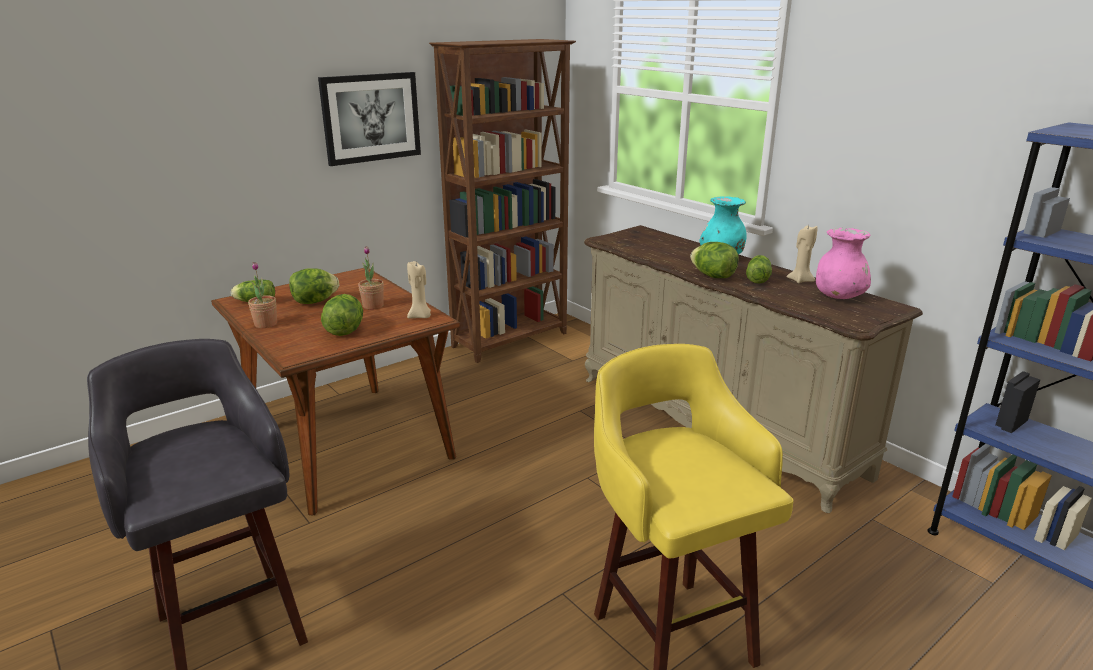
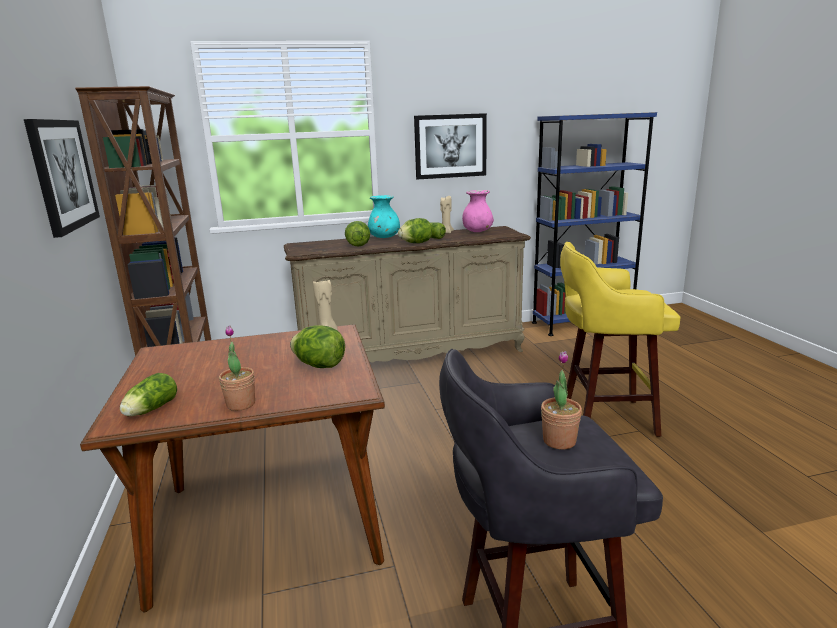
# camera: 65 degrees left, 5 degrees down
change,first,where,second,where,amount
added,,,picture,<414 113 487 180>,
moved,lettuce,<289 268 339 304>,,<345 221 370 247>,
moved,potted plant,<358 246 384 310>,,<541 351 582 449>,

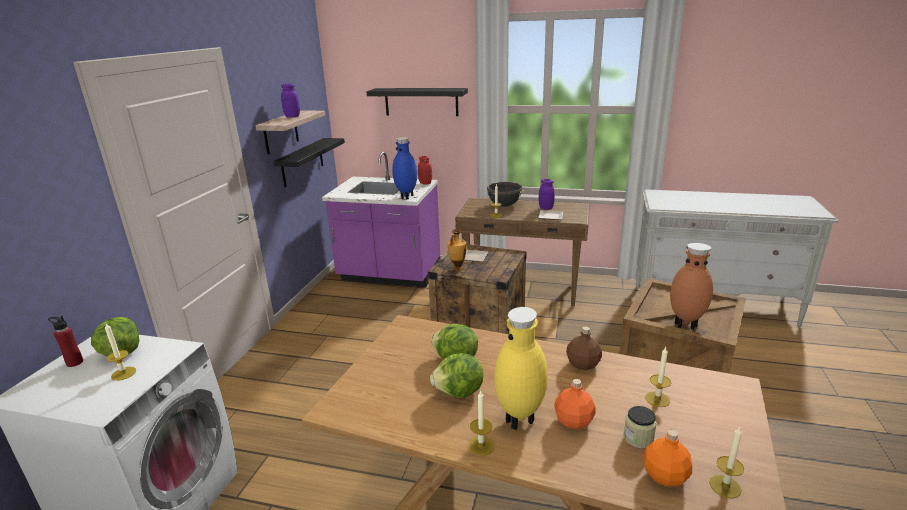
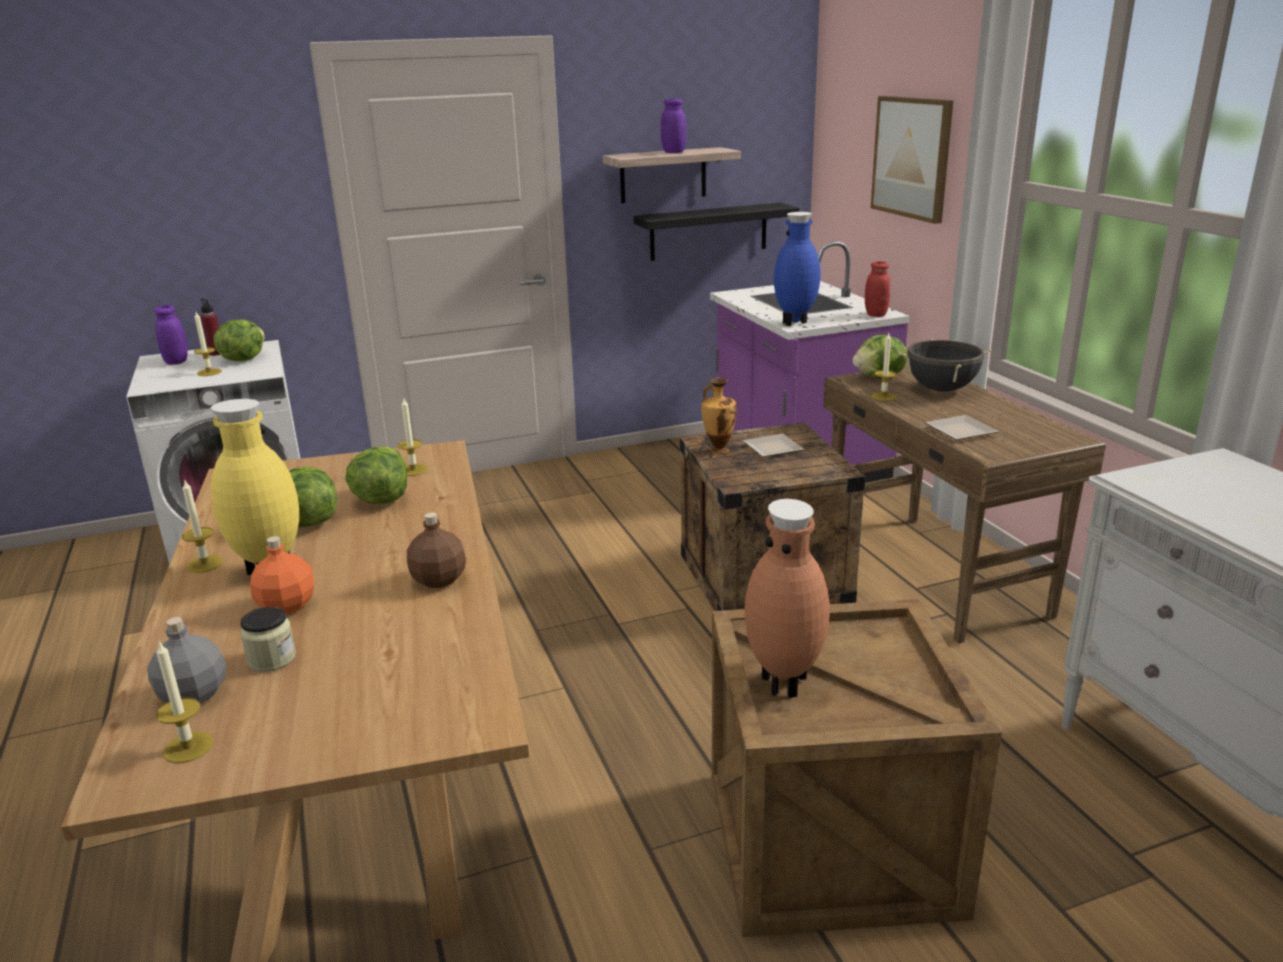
# camera: 55 degrees right, 0 degrees up
change,first,where,second,where,amount
added,,,lettuce,<853 335 907 378>,
moved,jar in purple,<539 179 555 210>,,<154 305 188 365>,
moved,candle,<645 347 671 407>,,<397 398 428 476>,
replaced,shelf in black,<367 88 468 116>,picture,<871 96 953 224>,
recoloured,bottle in orange,<644 430 692 487>,bottle in grey,<147 617 226 704>,

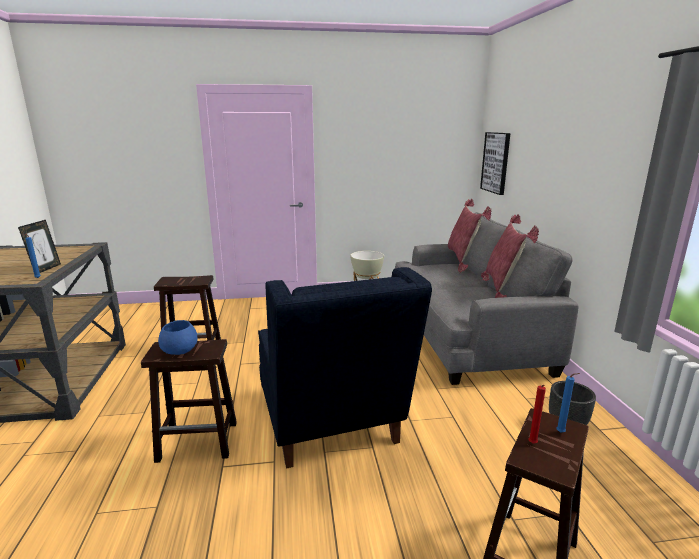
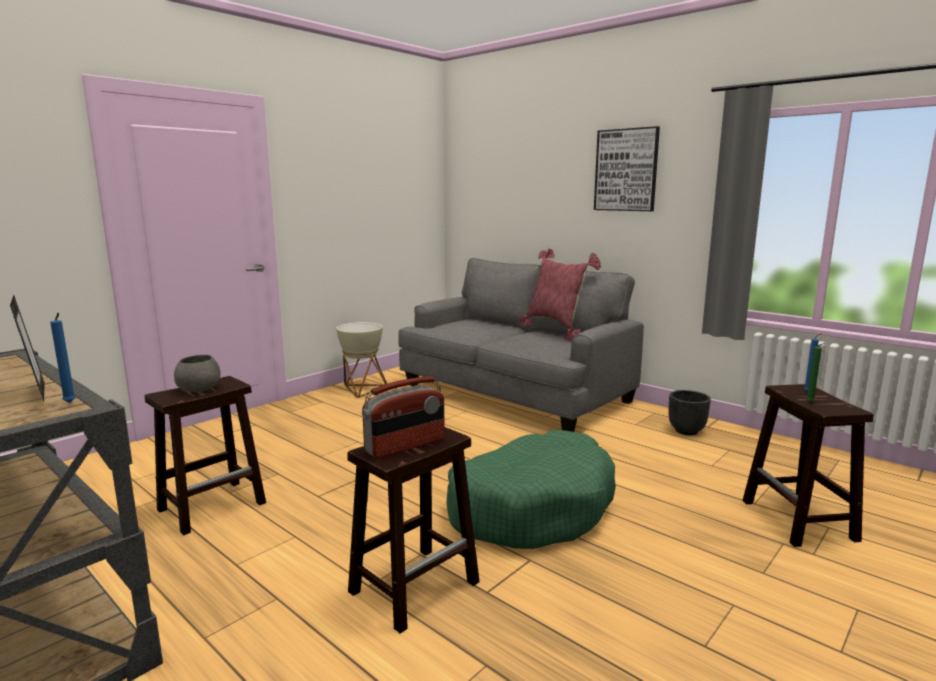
# camera: 40 degrees left, 5 degrees down
change,first,where,second,where,amount
removed,pillow in red,<448 199 491 273>,,,
added,,,bowl in grey,<174 355 221 392>,
moved,picture,<480 132 510 195>,,<594 126 660 211>,
replaced,bowl in blue,<158 320 197 355>,radio,<362 376 445 458>,
replaced,armchair in blue,<258 267 432 468>,dog bed in green,<446 430 616 549>,
recoloured,candle in red,<528 385 546 444>,candle in green,<806 343 825 402>,

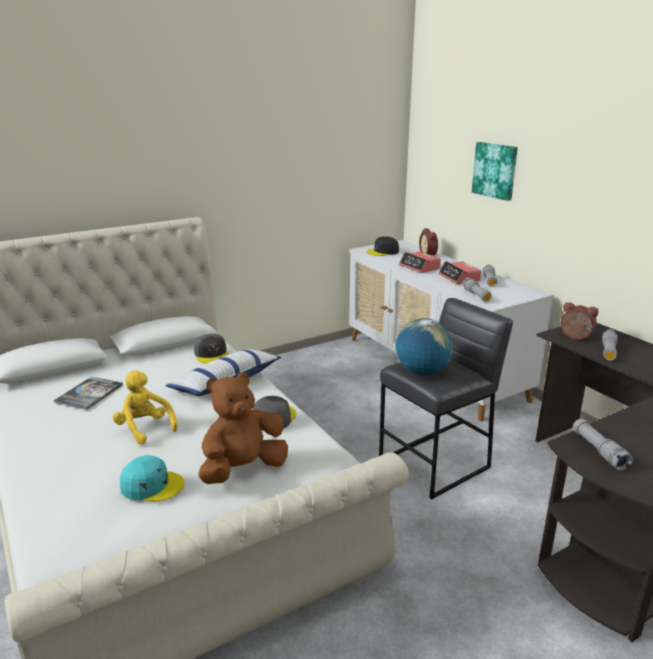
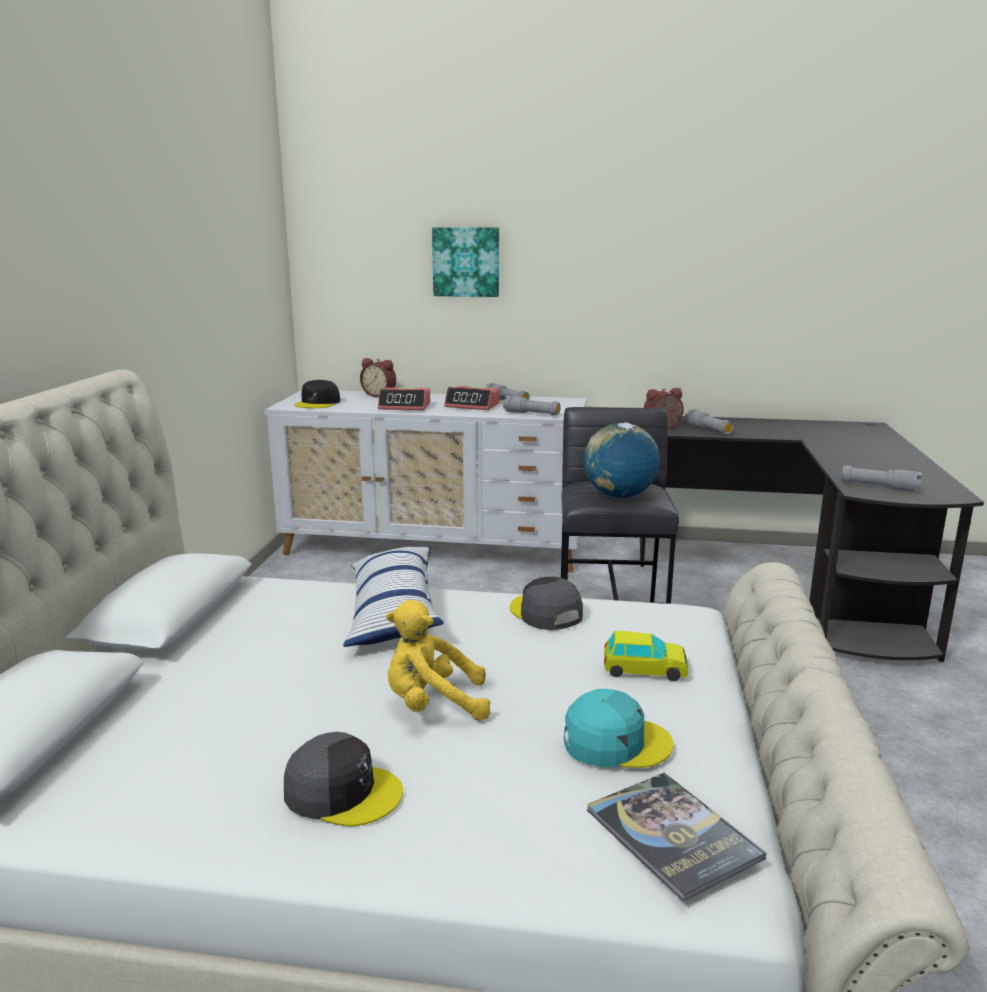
# camera: 50 degrees left, 5 degrees down
change,first,where,second,where,amount
moved,book,<54 377 123 410>,,<587 773 767 901>,
moved,cap in grey,<194 334 229 364>,,<284 732 403 826>,
replaced,plush toy in brown,<198 373 288 484>,toy car,<604 631 688 681>,
turned,cap in turquoise,<120 455 184 502>,,<564 689 674 768>,45 degrees clockwise

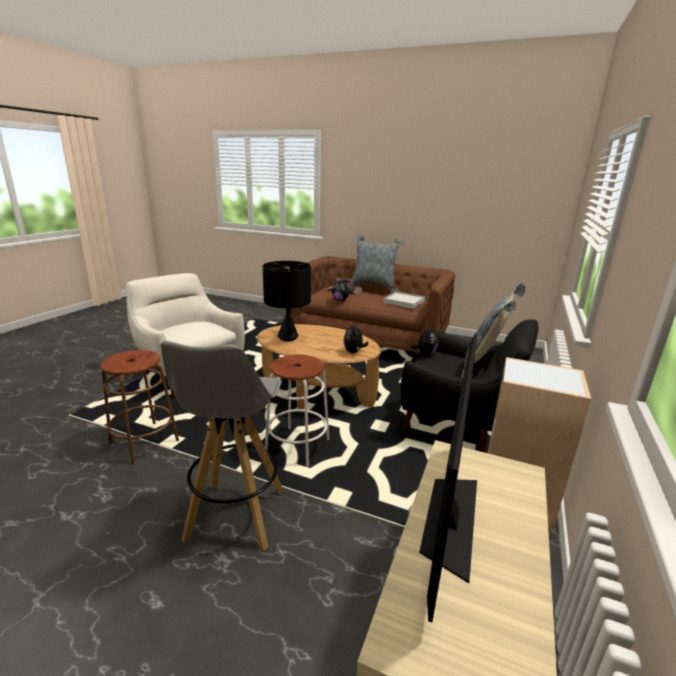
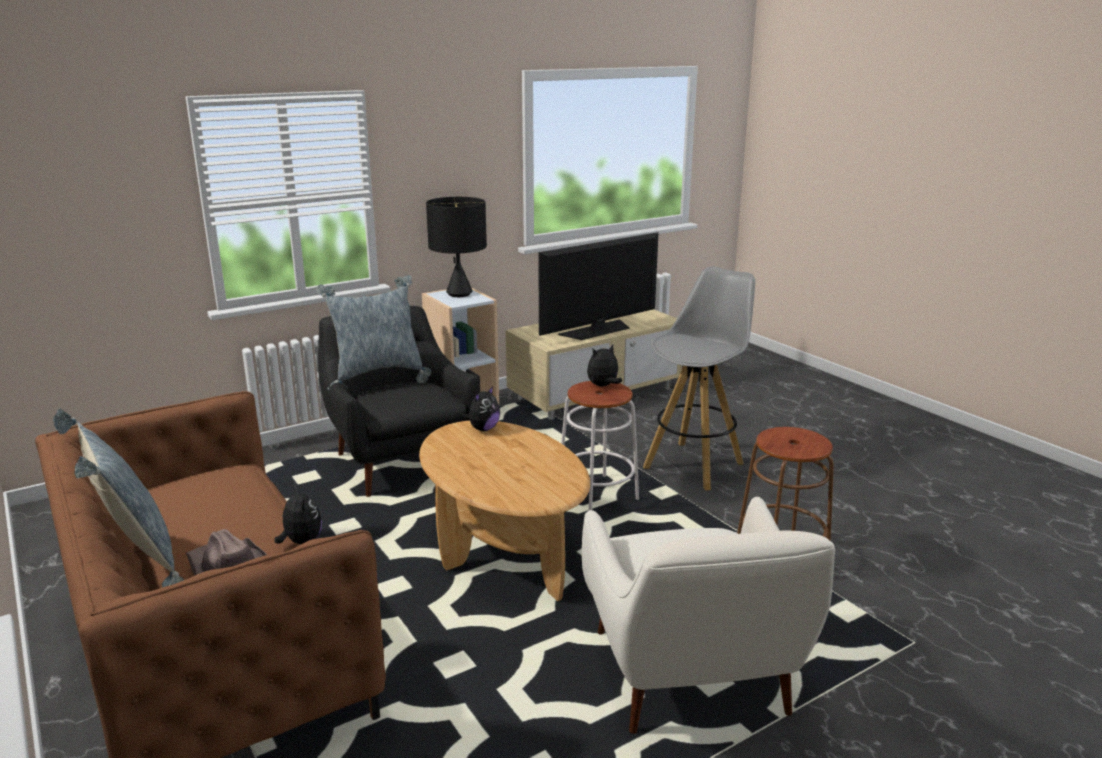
# camera: 145 degrees left, 0 degrees up
change,first,where,second,where,amount
removed,tray in white,<383 291 425 309>,,,
moved,table lamp in black,<263 261 311 341>,,<426 197 487 297>,
moved,plush toy,<411 327 438 356>,,<587 345 622 386>,

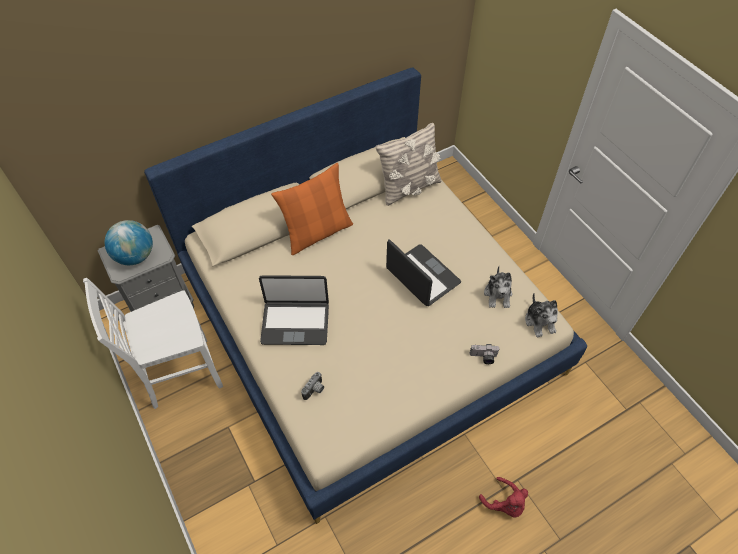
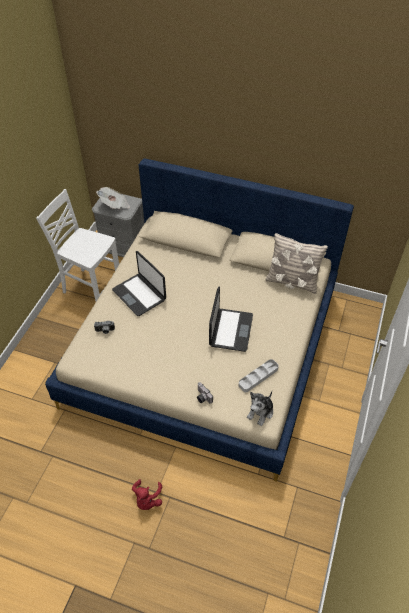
# camera: 50 degrees right, 5 degrees down
change,first,where,second,where,amount
removed,pillow in orange,<271 163 353 255>,,,
replaced,globe,<105 220 153 265>,newspaper,<96 187 130 209>,
replaced,plush toy,<484 266 512 308>,tray in grey,<239 359 279 392>,

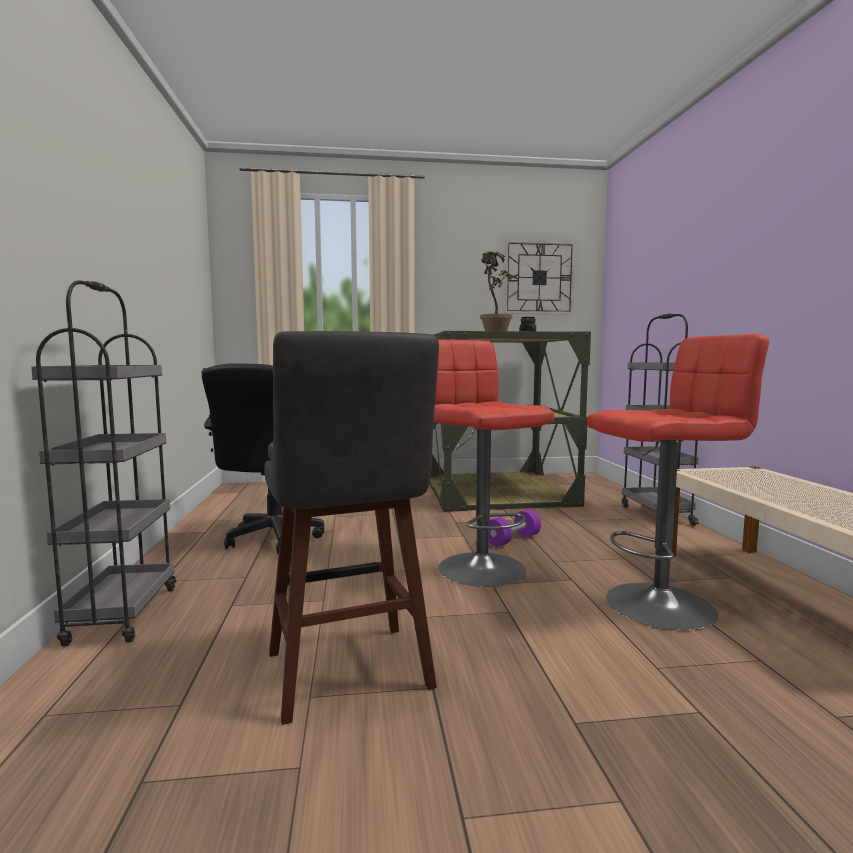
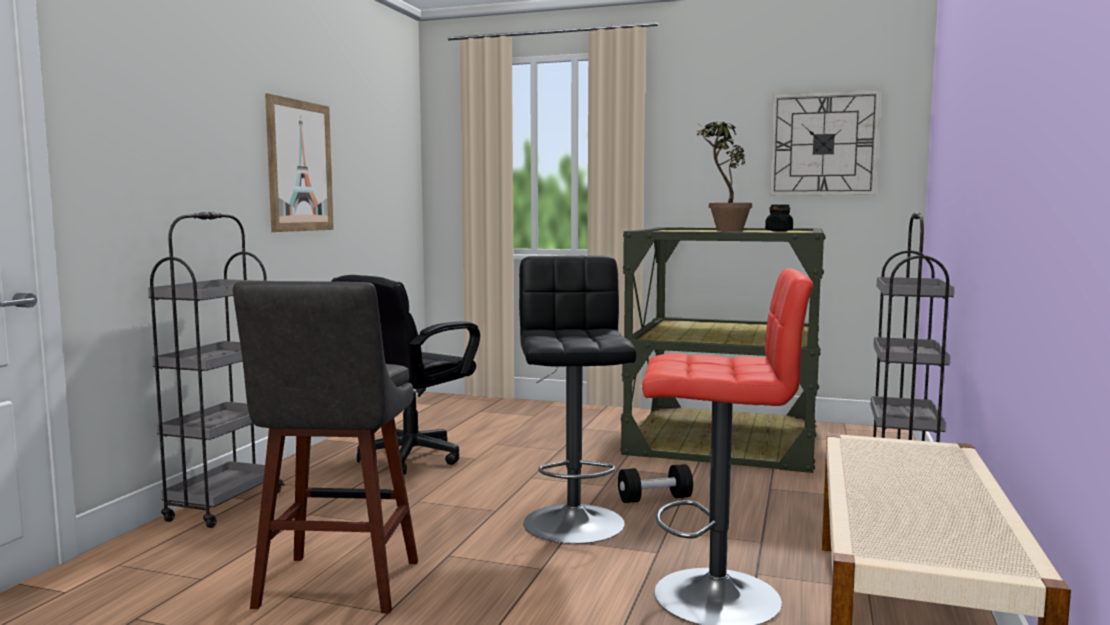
# camera: 25 degrees right, 0 degrees up
change,first,where,second,where,amount
added,,,picture,<265 93 334 232>,
recoloured,stool in red,<434 339 554 587>,stool in black,<519 255 636 544>,
recoloured,dumbbell in purple,<489 510 541 547>,dumbbell in black,<618 464 693 503>,

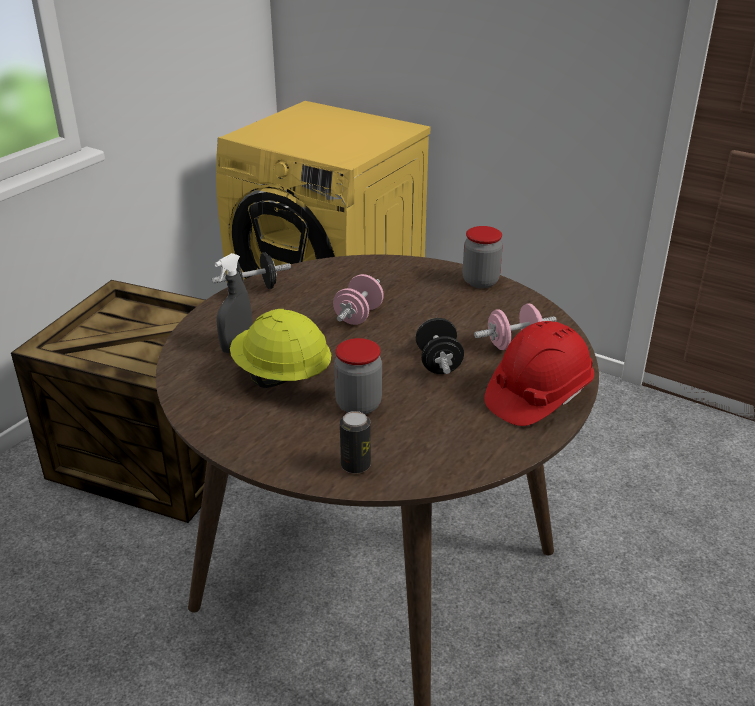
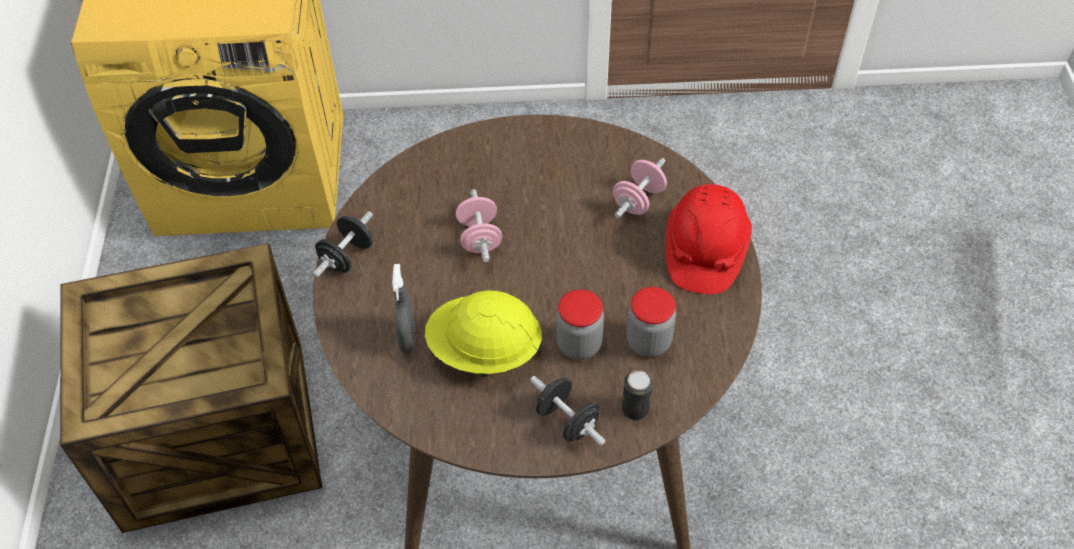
# camera: 35 degrees left, 20 degrees up
change,first,where,second,where,amount
moved,dumbbell in black,<416 318 464 374>,,<530 376 605 446>,
moved,jar,<463 226 503 288>,,<627 287 676 357>,

